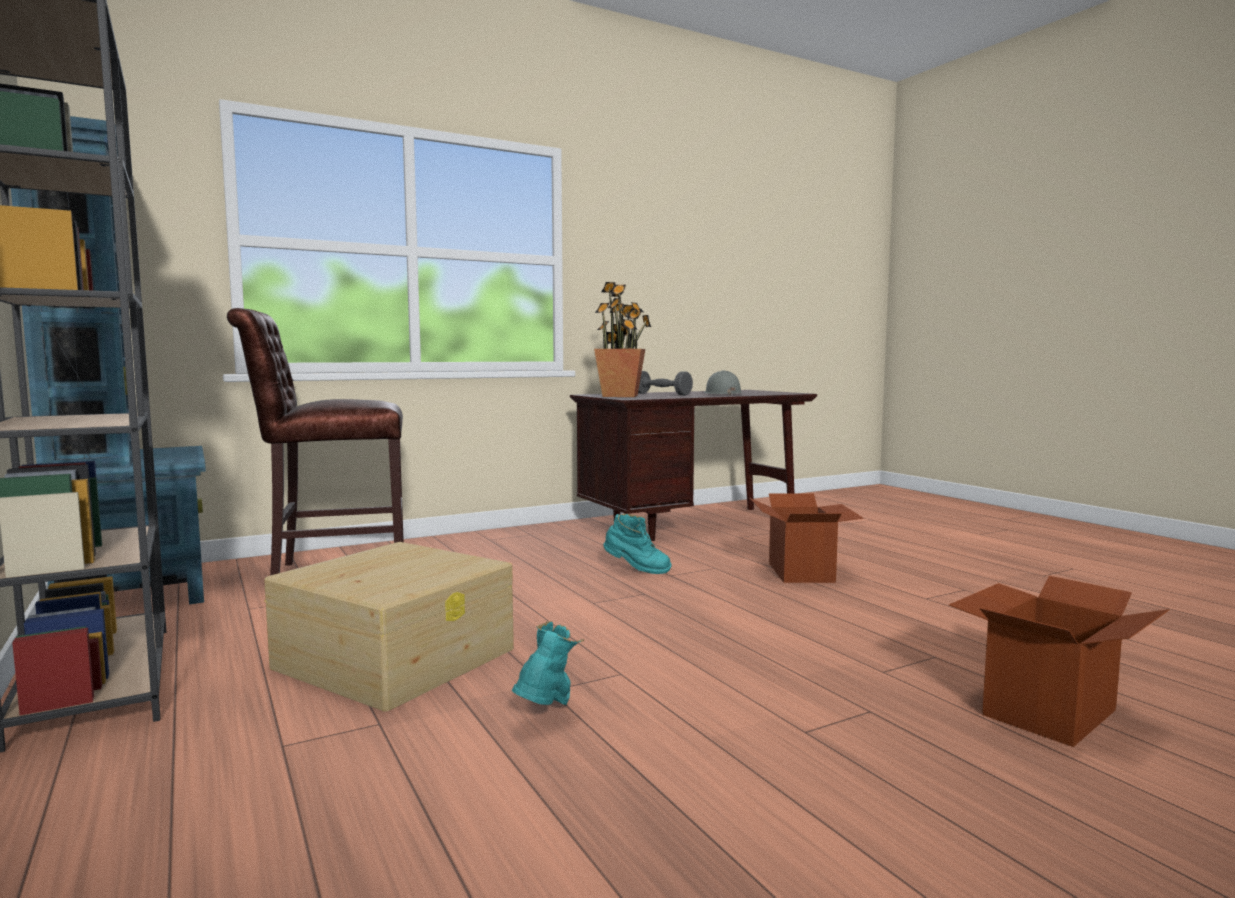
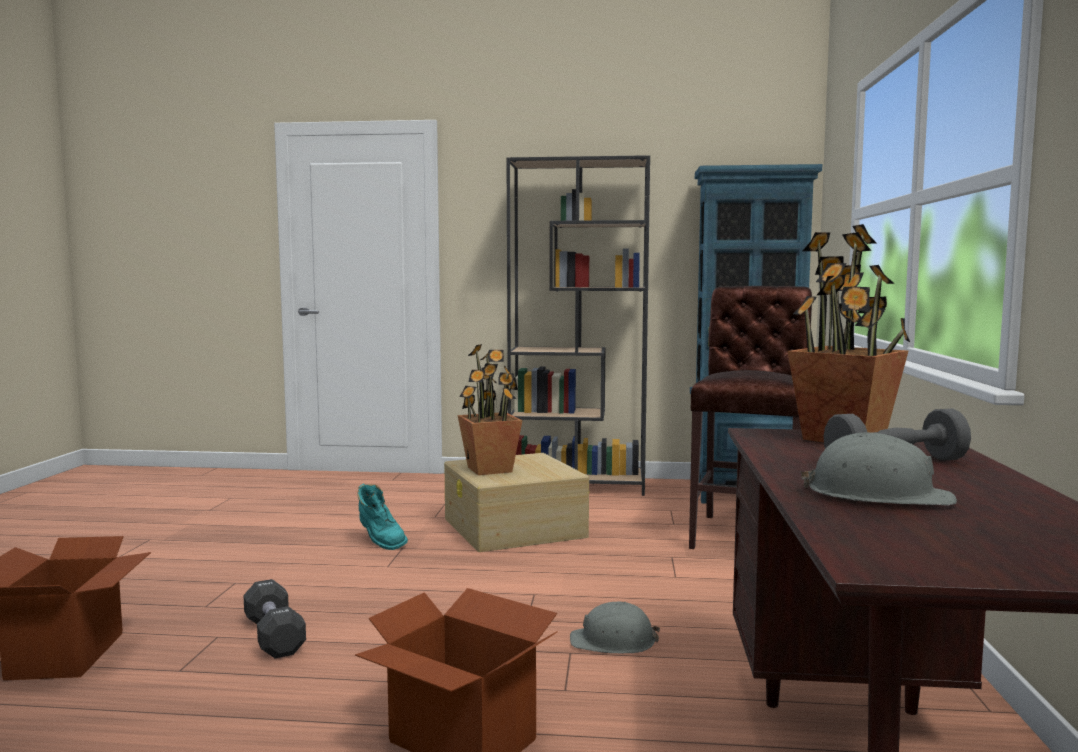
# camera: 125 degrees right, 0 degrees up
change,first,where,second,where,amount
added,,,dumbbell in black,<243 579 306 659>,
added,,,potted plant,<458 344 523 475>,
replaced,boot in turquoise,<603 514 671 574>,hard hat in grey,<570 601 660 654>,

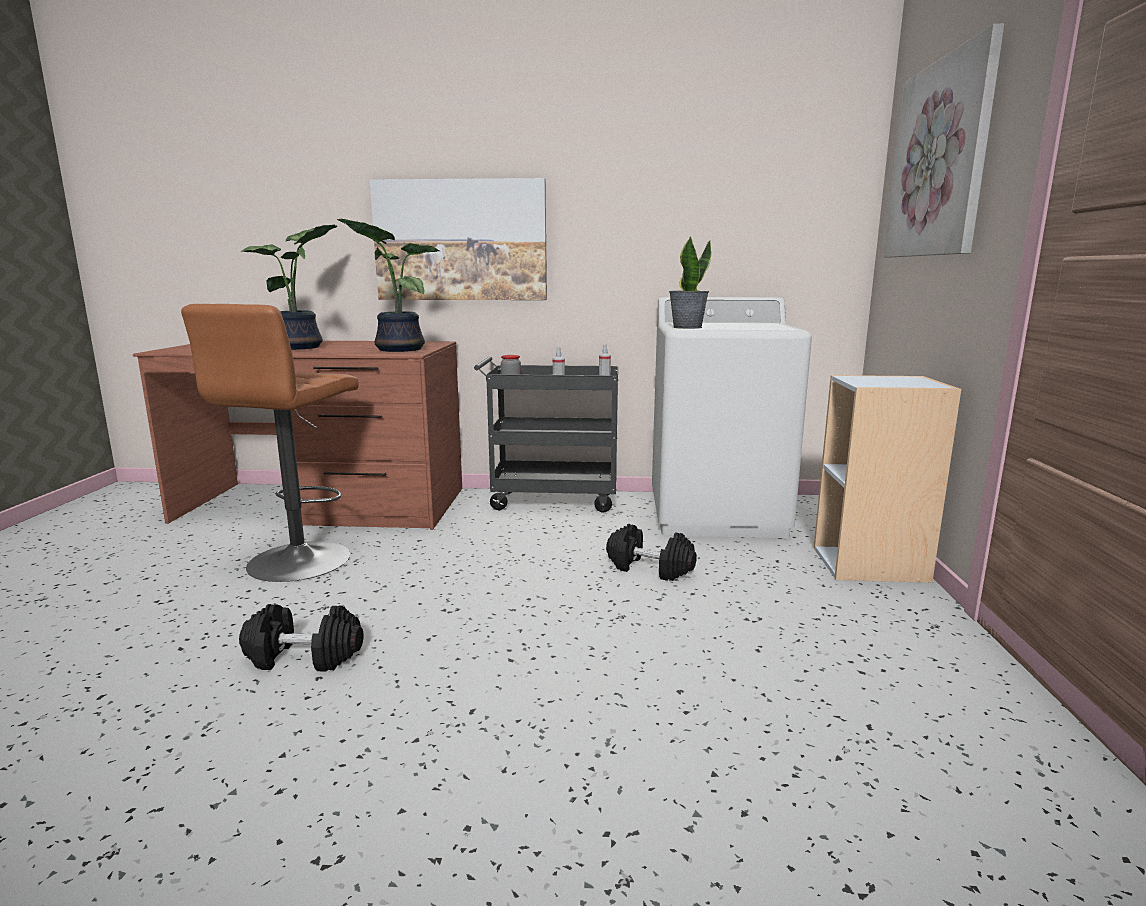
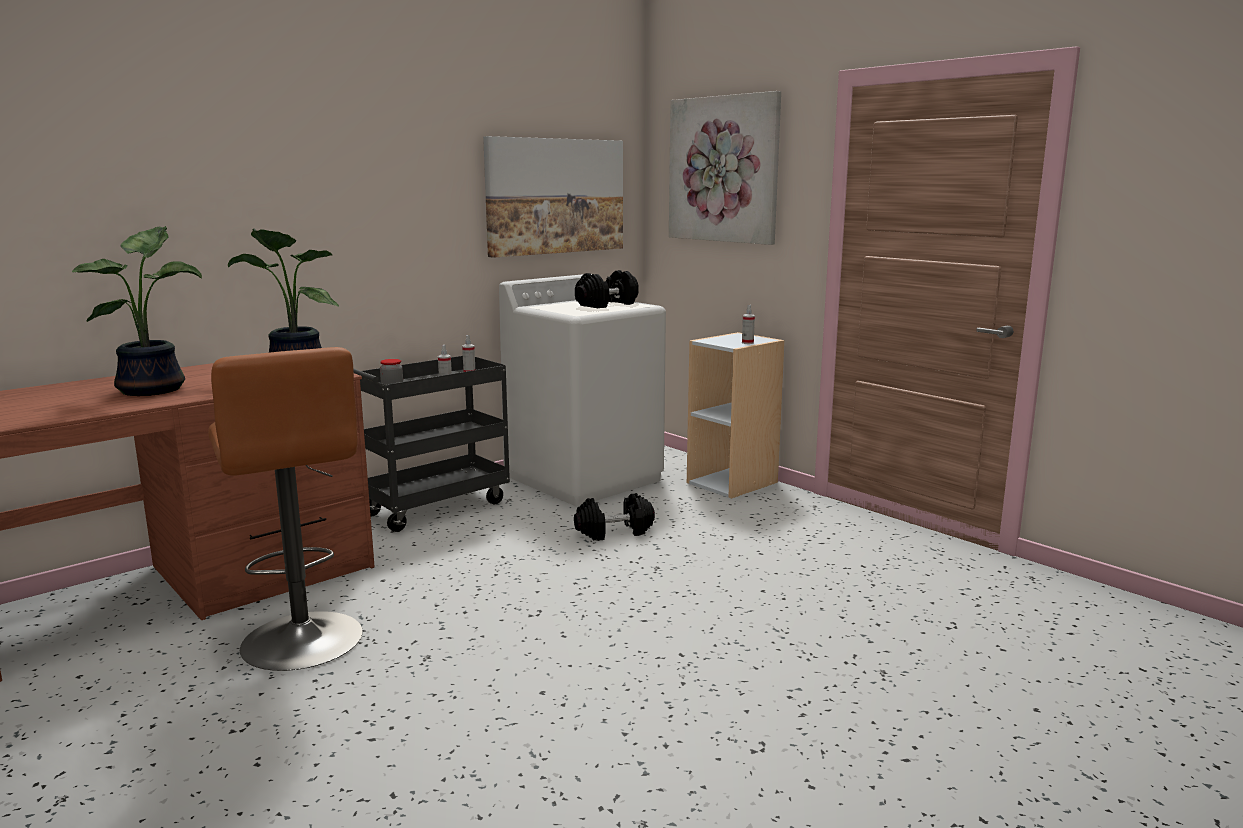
# camera: 45 degrees left, 0 degrees up
change,first,where,second,where,amount
removed,potted plant,<669 236 711 329>,,,
added,,,spray bottle,<742 305 755 344>,
moved,dumbbell in black,<239 604 363 672>,,<575 270 639 308>,
moved,picture,<370 178 547 300>,,<483 136 623 258>,

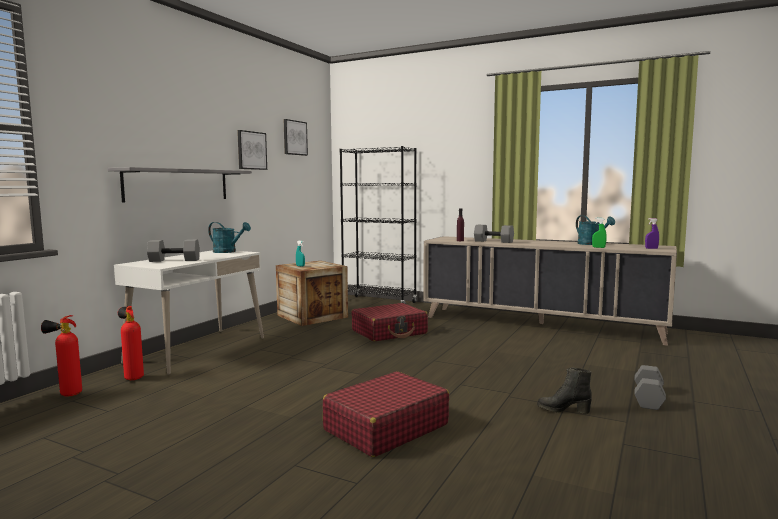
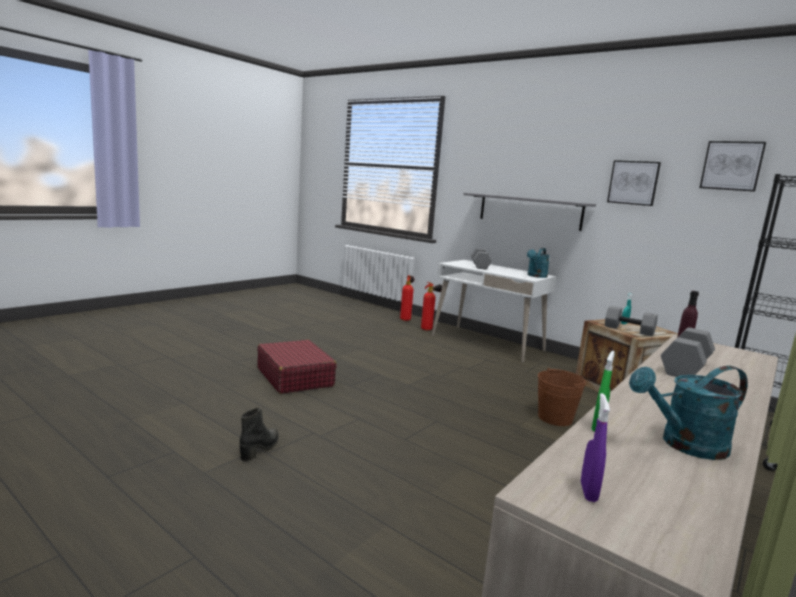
# camera: 100 degrees right, 5 degrees up
change,first,where,second,where,amount
moved,dumbbell in grey,<635 365 666 410>,,<605 306 658 336>,
replaced,suitcase in red,<351 303 428 341>,bucket in brown,<538 368 586 426>,

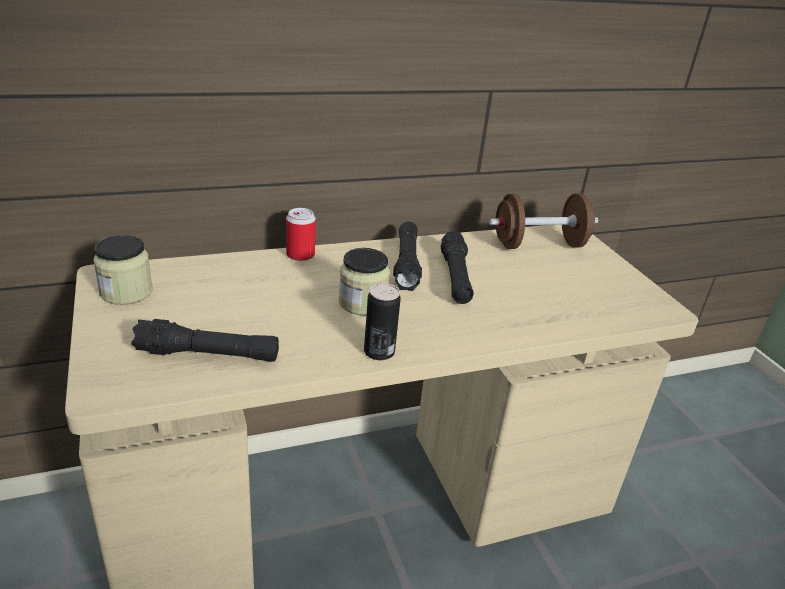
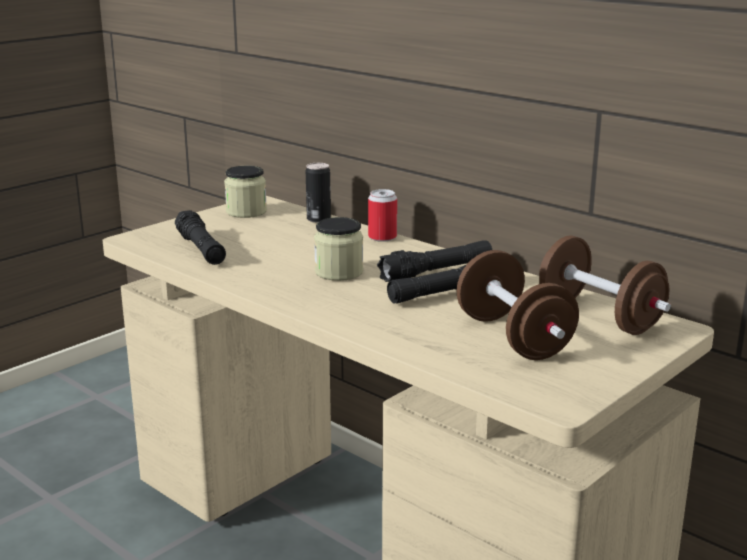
# camera: 65 degrees right, 10 degrees down
change,first,where,second,where,amount
added,,,dumbbell in brown,<457 250 579 360>,
moved,can,<364 283 401 360>,,<306 163 331 223>,

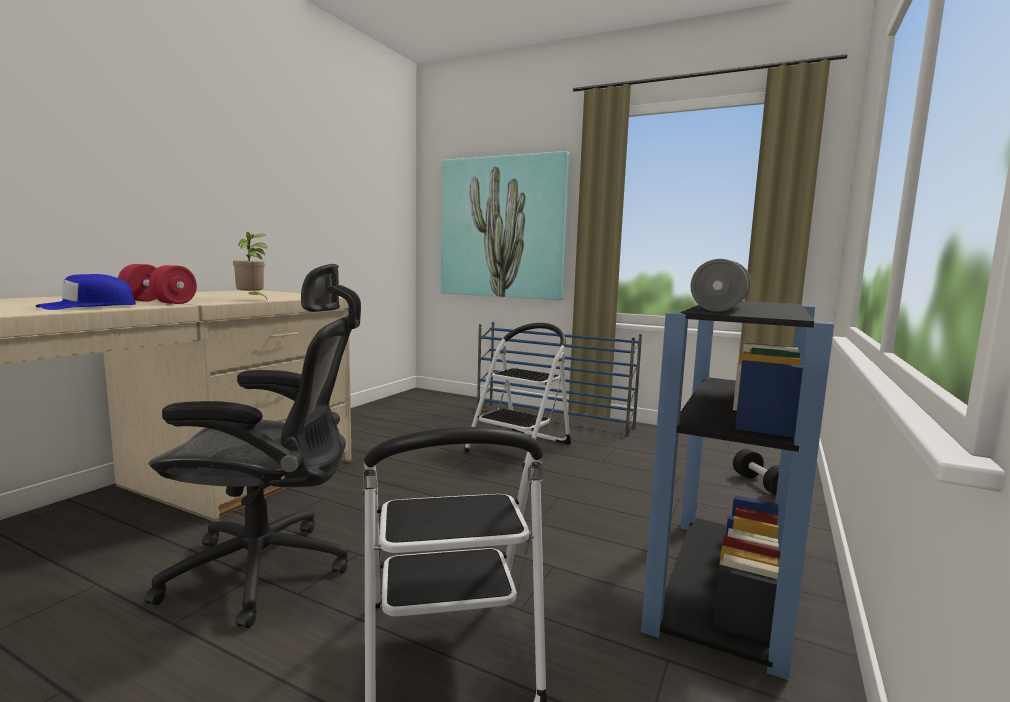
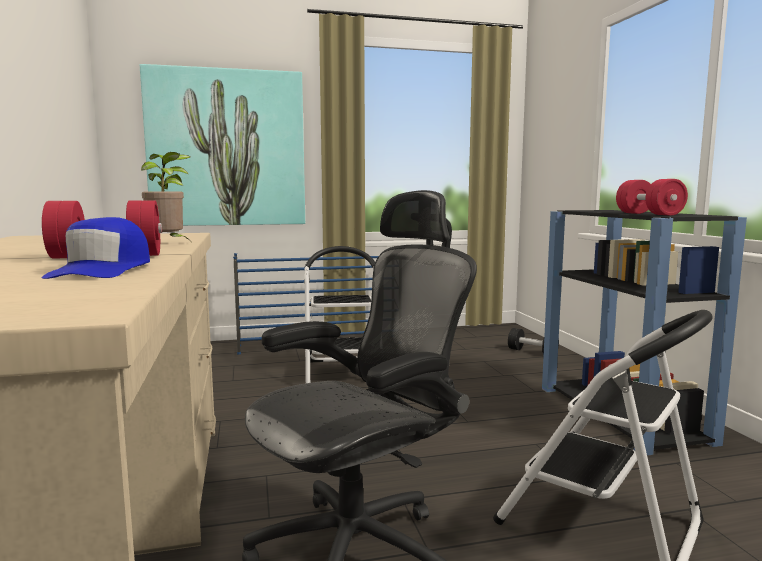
# camera: 40 degrees left, 0 degrees up
change,first,where,second,where,amount
recoloured,dumbbell in grey,<691 259 751 312>,dumbbell in red,<616 179 688 216>,

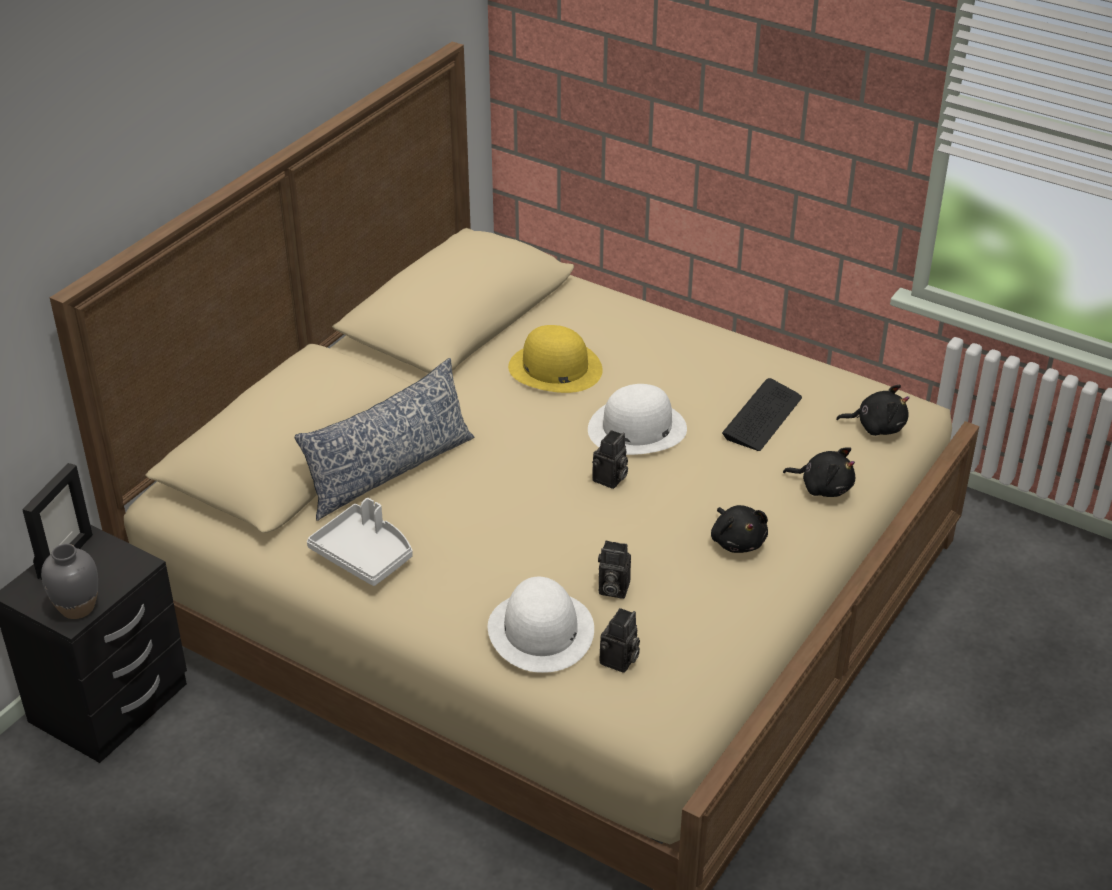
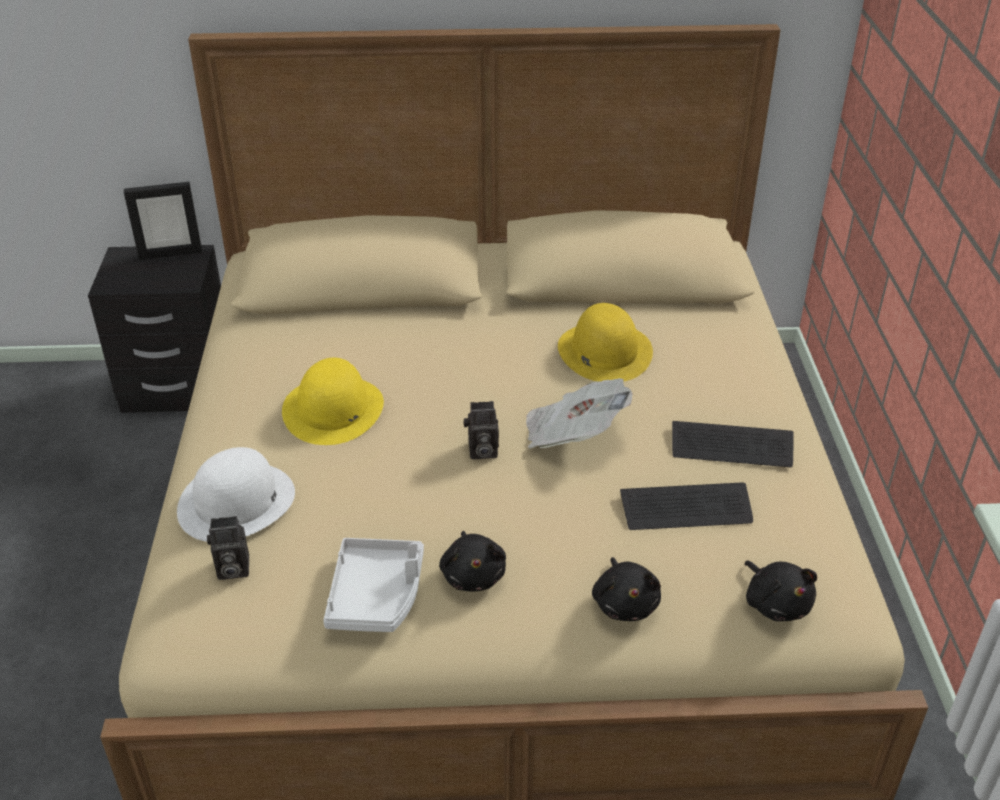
# camera: 55 degrees right, 0 degrees up
change,first,where,second,where,amount
removed,vase in grey,<41 544 98 619>,,,
removed,pillow,<295 358 475 521>,,,
removed,photo camera,<598 540 631 599>,,,
added,,,hat in yellow,<282 358 384 445>,
added,,,keyboard,<672 421 793 467>,
moved,tray in white,<307 498 413 586>,,<323 538 424 632>,
replaced,hat in white,<588 384 687 455>,newspaper,<526 378 633 449>,
turned,plush toy in black,<711 505 768 553>,,<439 531 506 591>,45 degrees counterclockwise

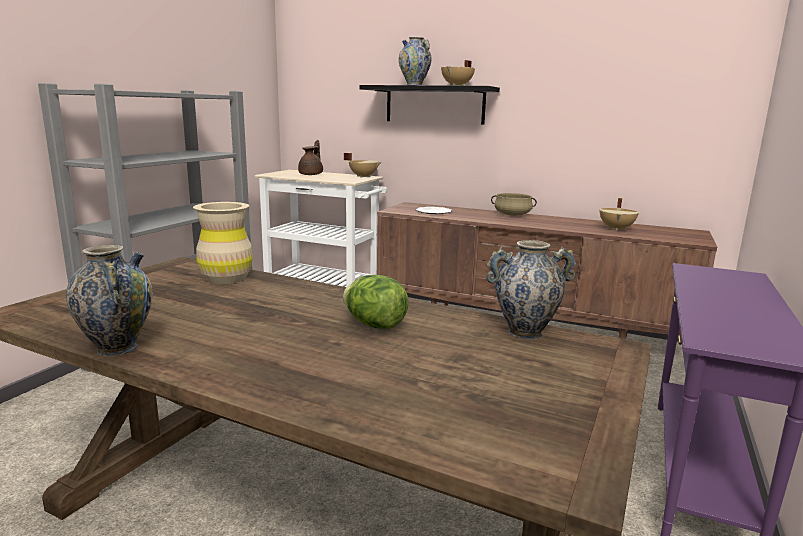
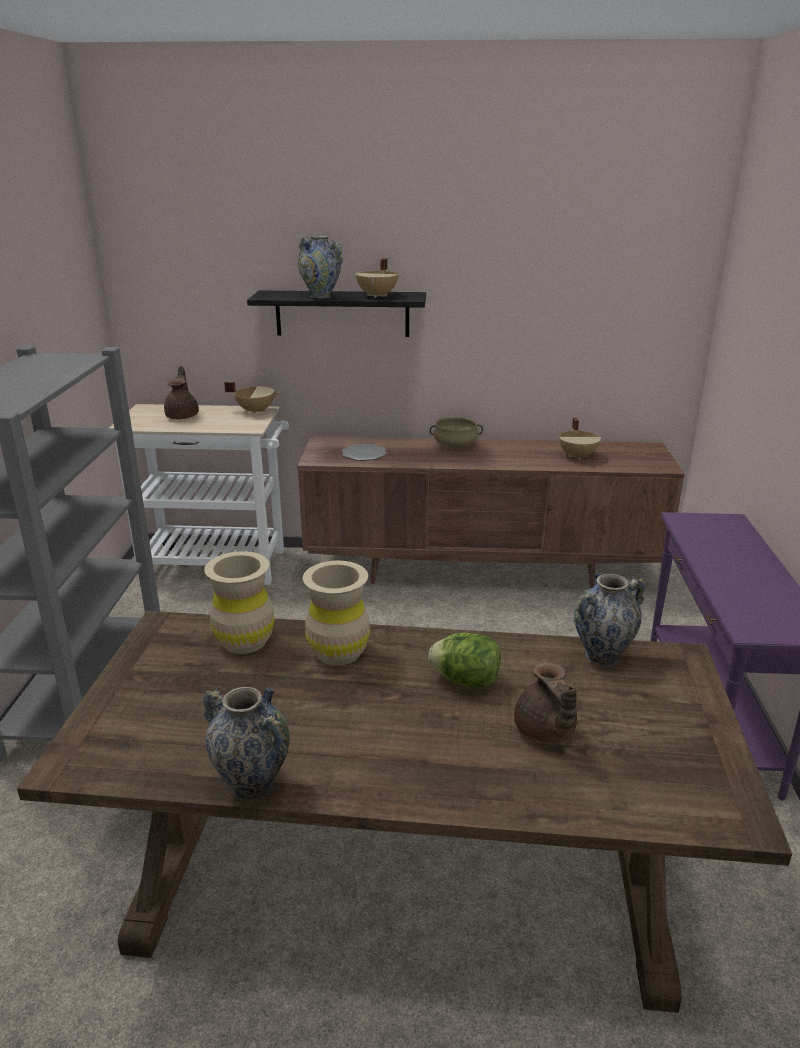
# camera: 20 degrees left, 10 degrees up
change,first,where,second,where,amount
added,,,vase in beige,<303 561 370 665>,
added,,,teapot in brown,<514 663 577 744>,

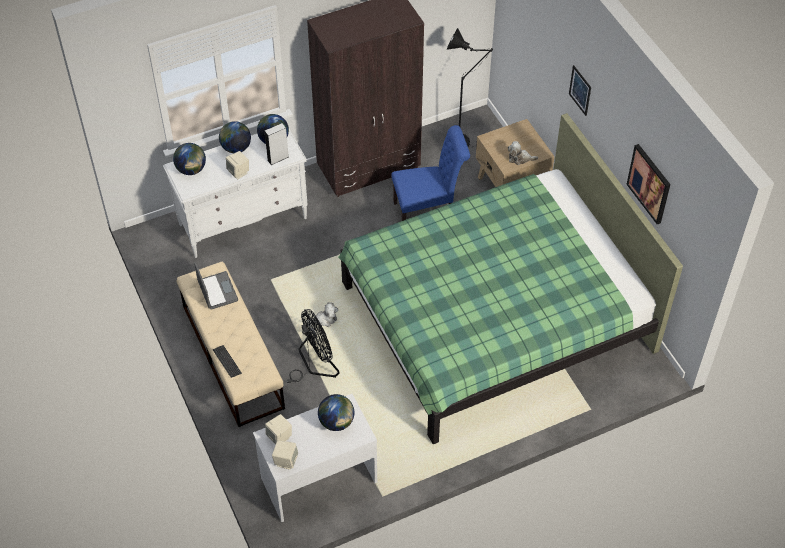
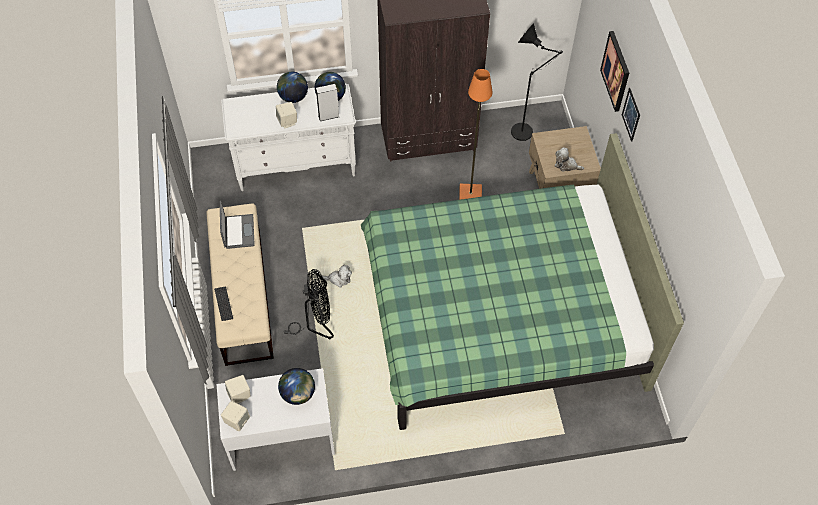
# camera: 15 degrees right, 5 degrees up
change,first,where,second,where,amount
removed,globe,<173 143 206 175>,,,
moved,picture,<626 144 671 224>,,<600 31 629 112>,
replaced,chair in blue,<391 125 470 221>,floor lamp in orange,<459 69 492 200>,

